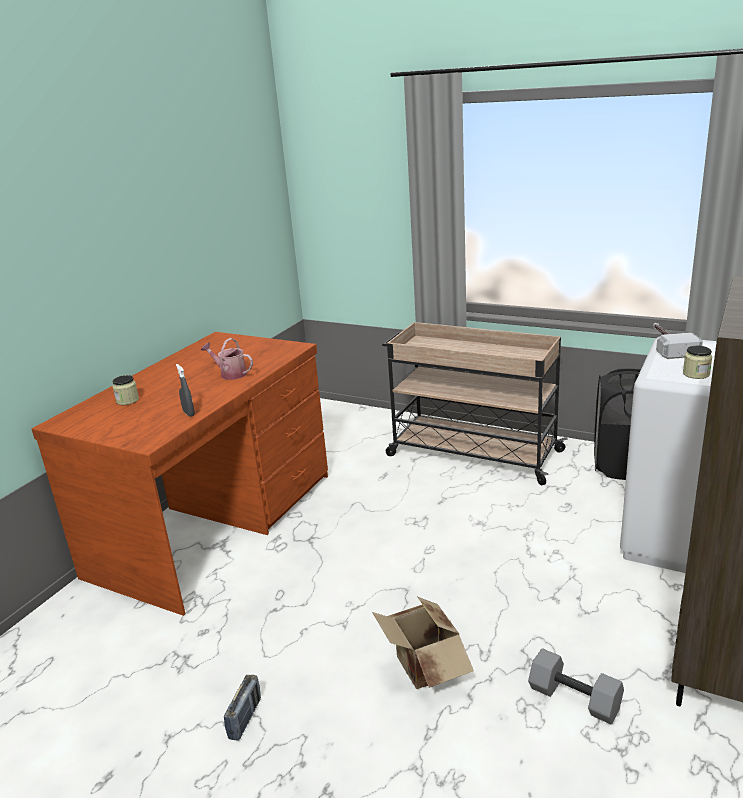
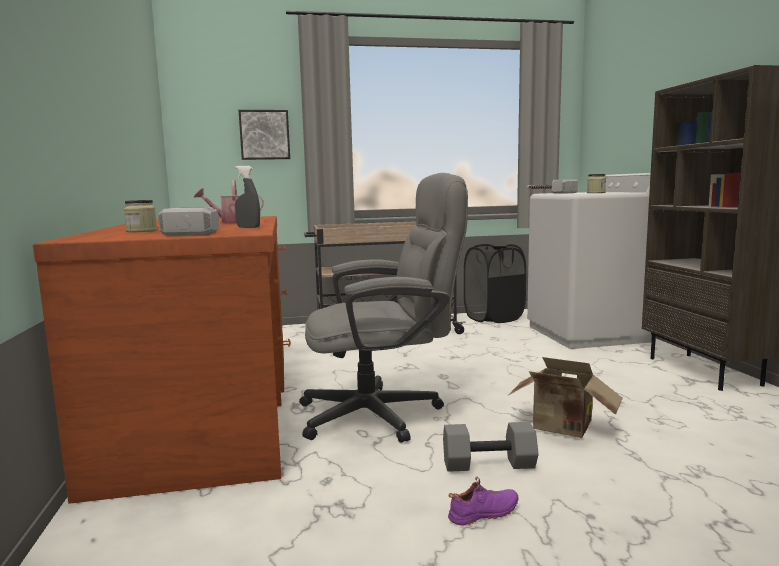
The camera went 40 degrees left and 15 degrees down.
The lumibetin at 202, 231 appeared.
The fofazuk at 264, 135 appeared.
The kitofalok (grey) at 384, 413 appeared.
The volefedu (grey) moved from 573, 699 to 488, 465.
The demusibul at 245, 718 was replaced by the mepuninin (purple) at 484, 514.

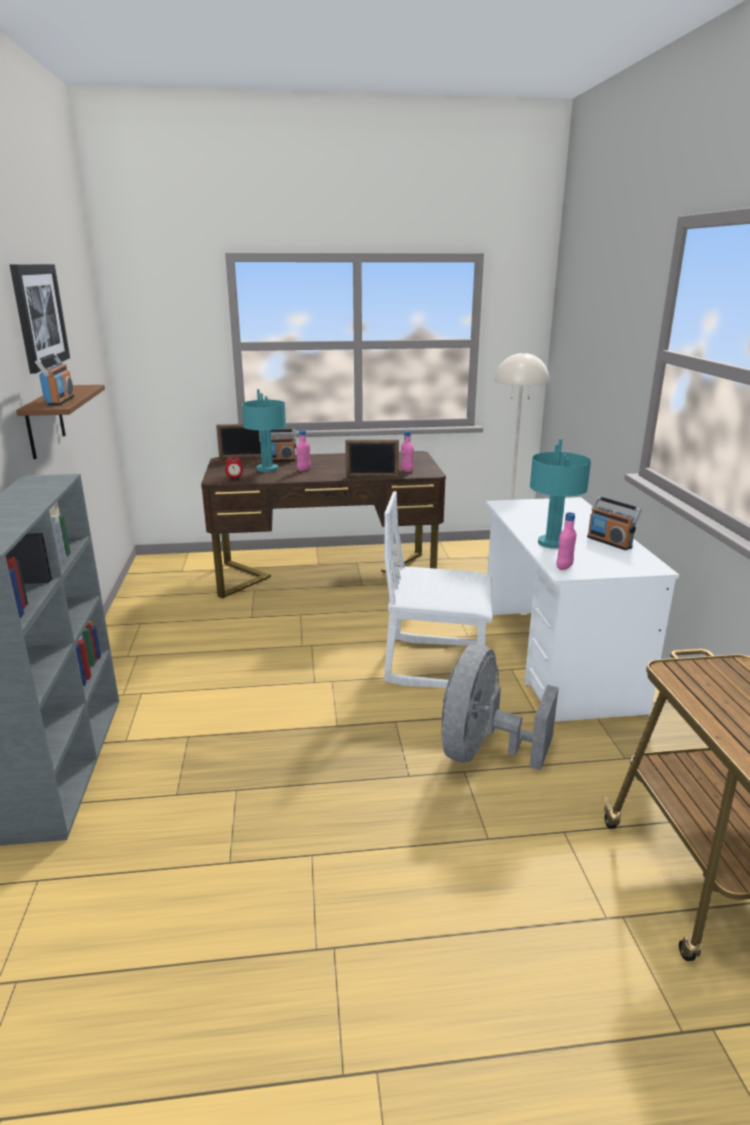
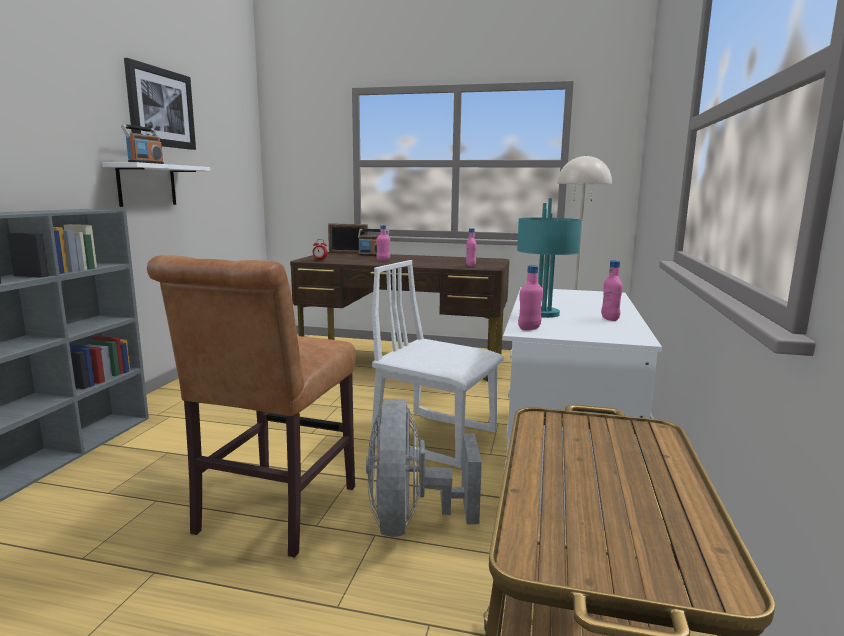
The camera went 20 degrees right and 10 degrees down.
The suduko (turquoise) at 267, 469 disappeared.
The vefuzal at 372, 477 disappeared.
The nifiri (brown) at 272, 514 appeared.
The demusibul at 609, 542 was replaced by the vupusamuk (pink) at 610, 319.
The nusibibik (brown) at 45, 421 became the nusibibik (white) at 147, 185.
The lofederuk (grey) at 483, 752 turned 45 degrees counterclockwise.

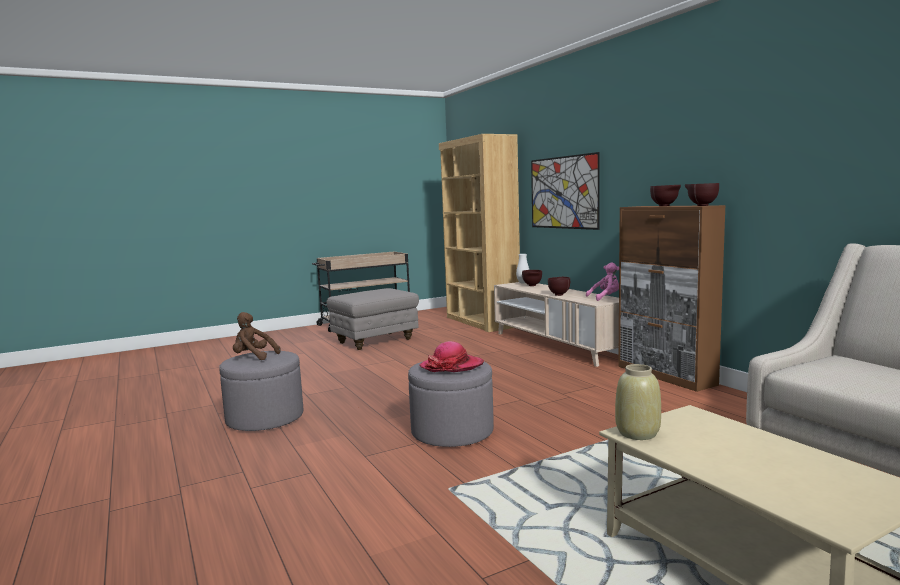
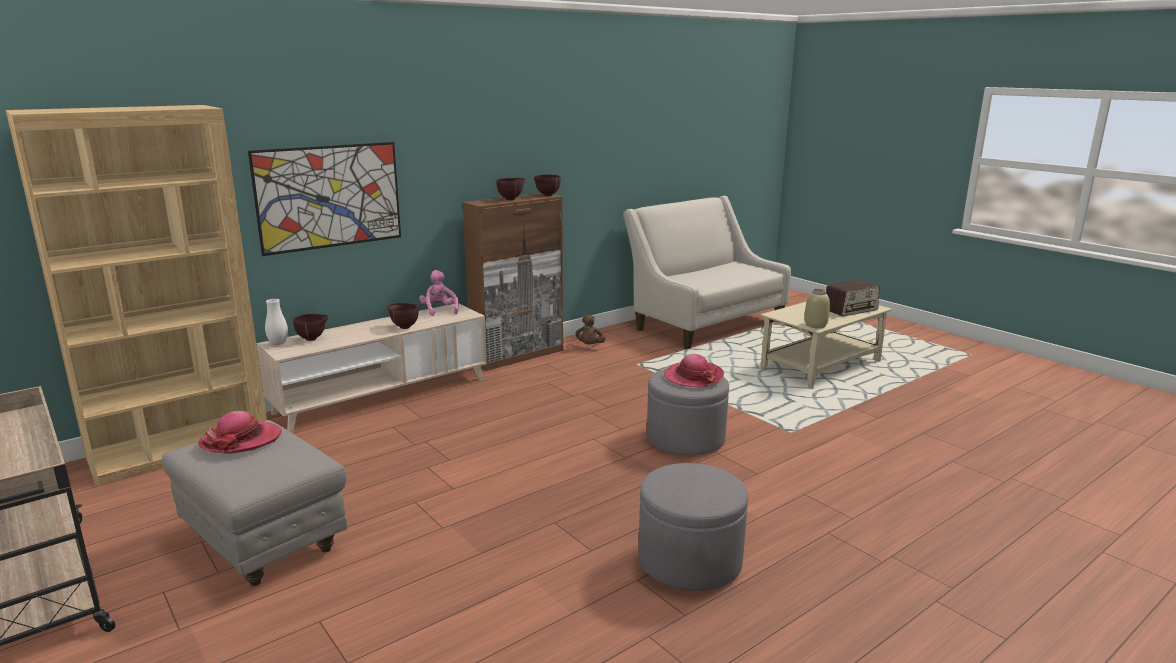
The camera went 100 degrees left and 10 degrees up.
The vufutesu at 241, 440 appeared.
The demusibul at 850, 309 appeared.
The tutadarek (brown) moved from 253, 357 to 590, 346.

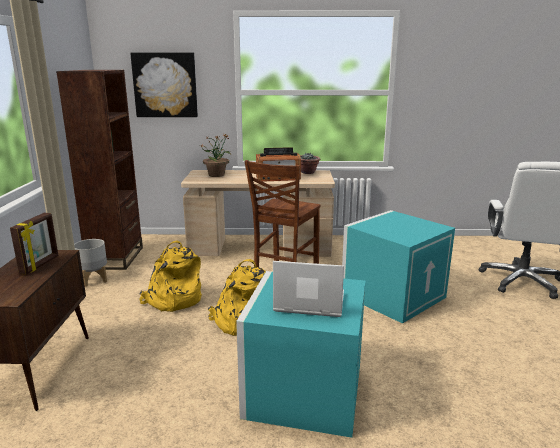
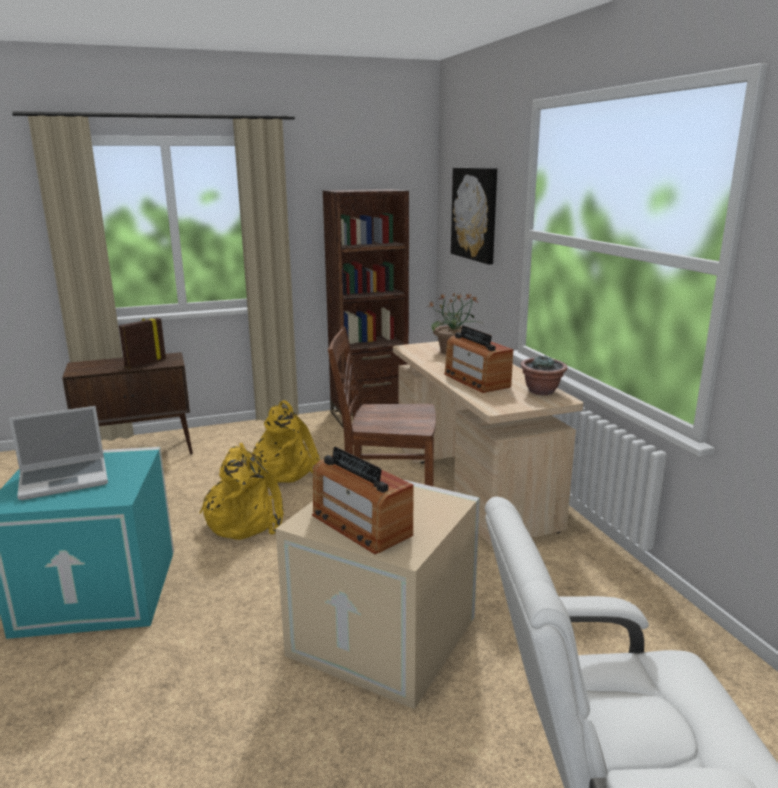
The camera went 70 degrees right and 0 degrees up.
The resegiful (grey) at 93, 280 disappeared.
The demusibul at 360, 525 appeared.
The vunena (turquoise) at 392, 295 became the vunena (beige) at 386, 635.
The vefuzal at 40, 265 turned 135 degrees clockwise.
The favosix at 308, 303 turned 75 degrees clockwise.

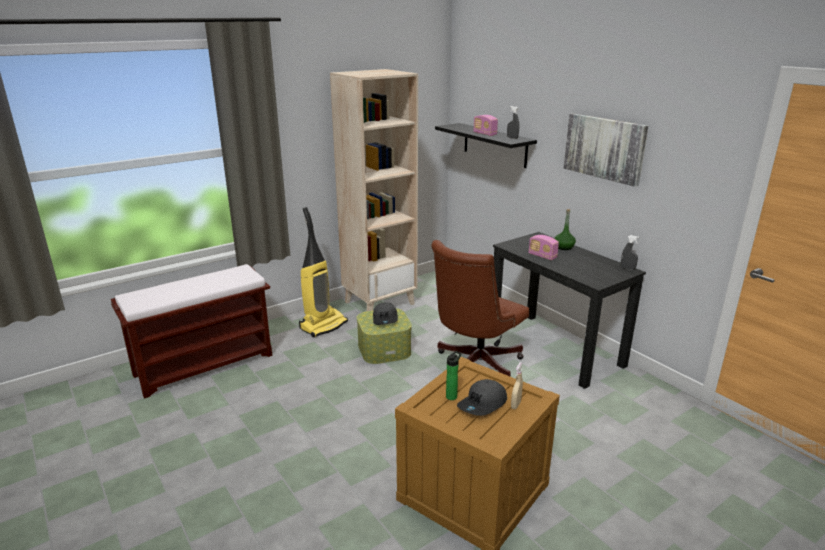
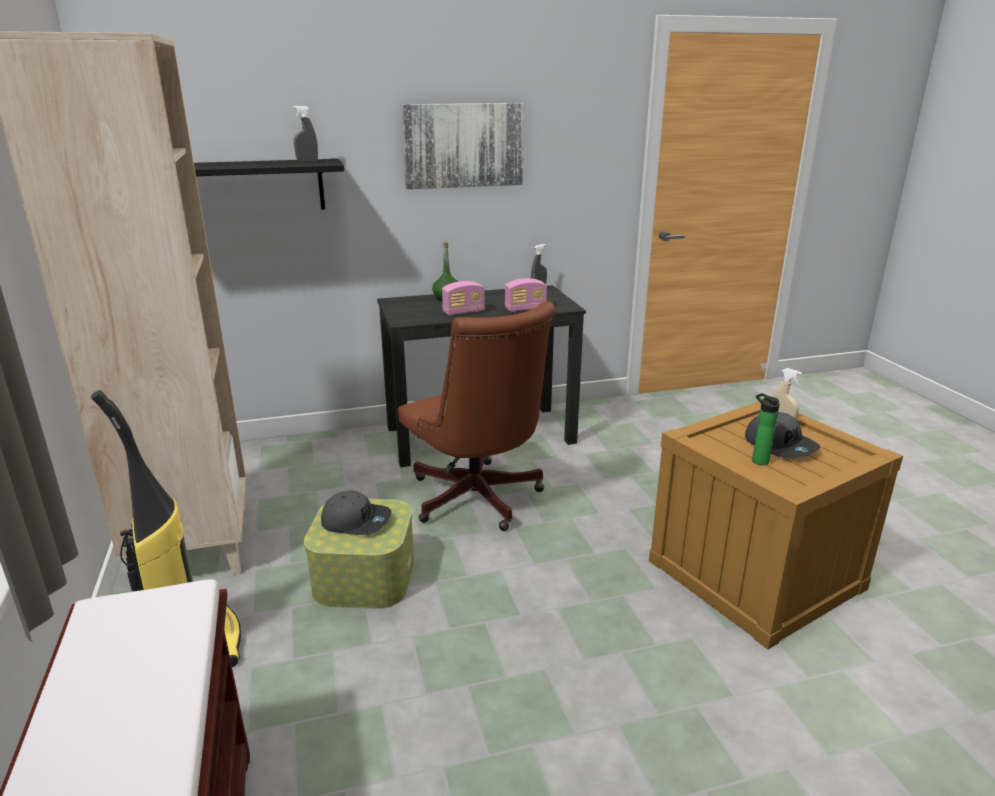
The camera went 70 degrees left and 0 degrees up.
The demusibul moved from 484, 134 to 525, 309.

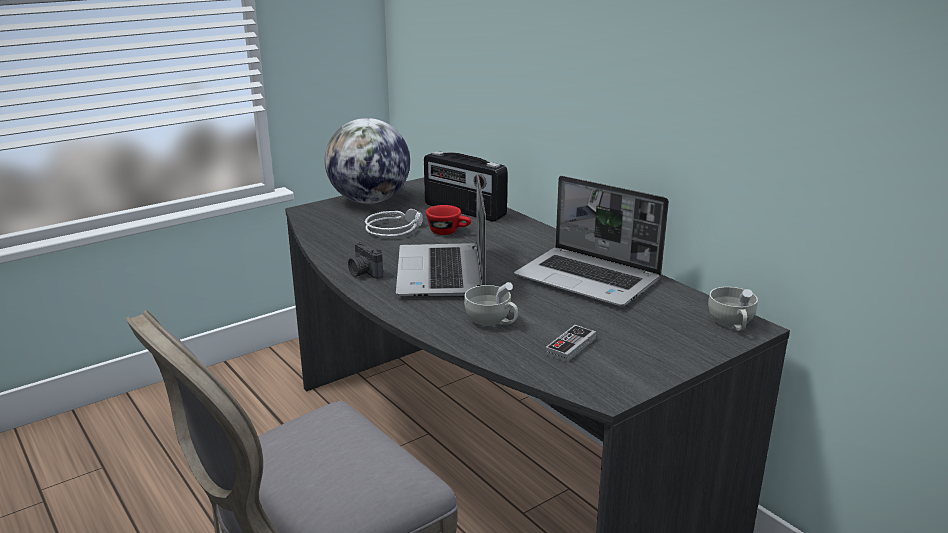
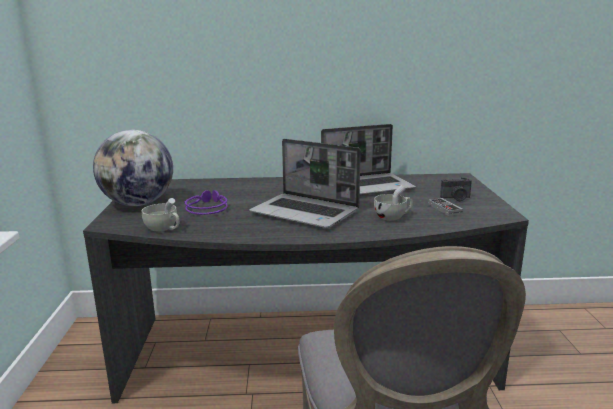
The camera went 55 degrees left and 5 degrees down.
The demusibul at 464, 211 disappeared.
The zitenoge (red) at 449, 232 disappeared.
The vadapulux moved from 364, 273 to 456, 198.
The zitenoge (white) moved from 731, 324 to 164, 229.
The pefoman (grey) at 394, 228 became the pefoman (purple) at 206, 208.

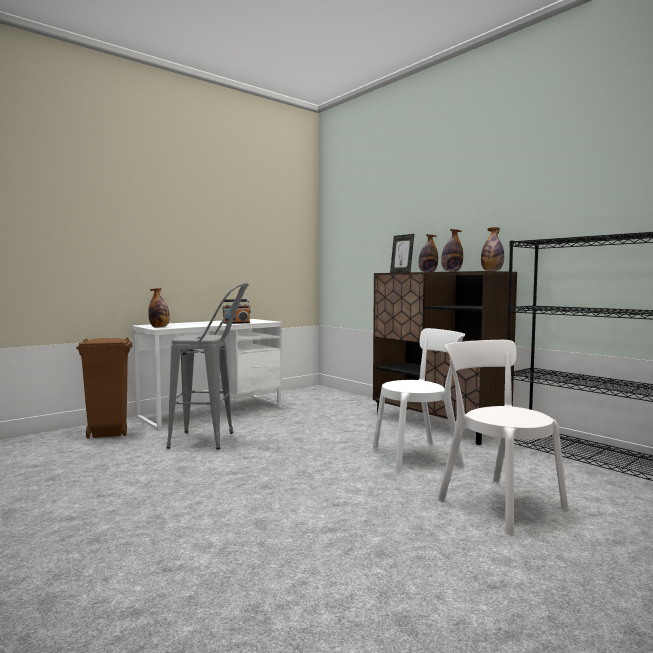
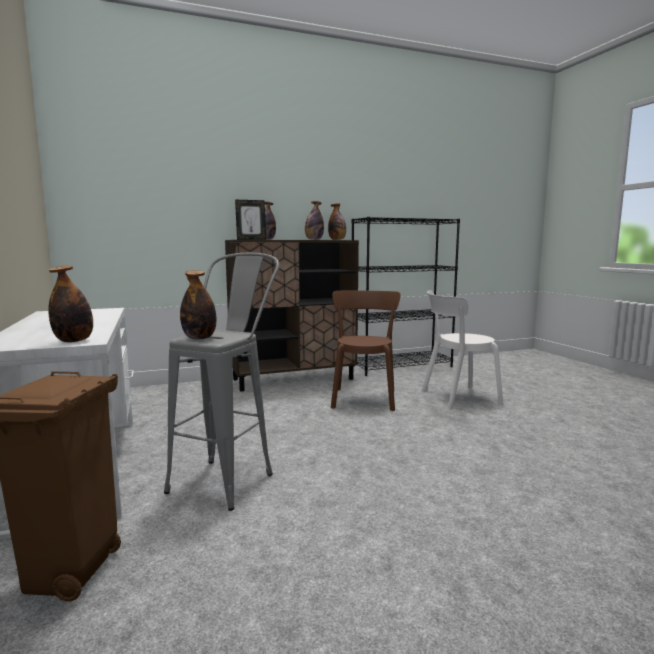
The camera went 70 degrees left and 5 degrees up.
The demusibul at 236, 323 disappeared.
The vupusamuk at 199, 338 appeared.
The nifiri (white) at 420, 456 became the nifiri (brown) at 364, 398.

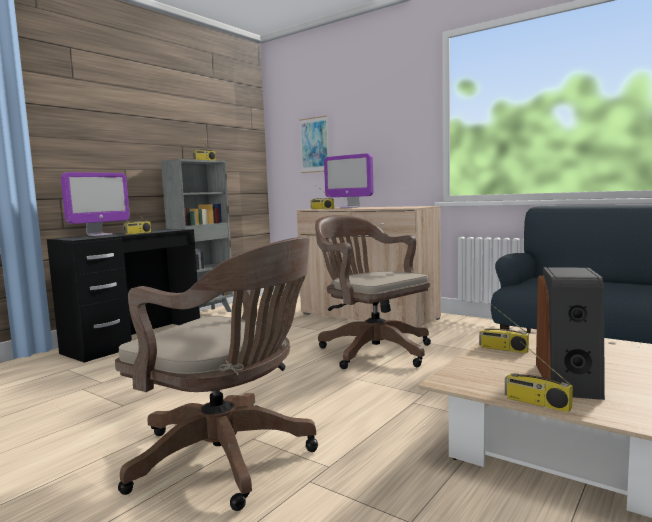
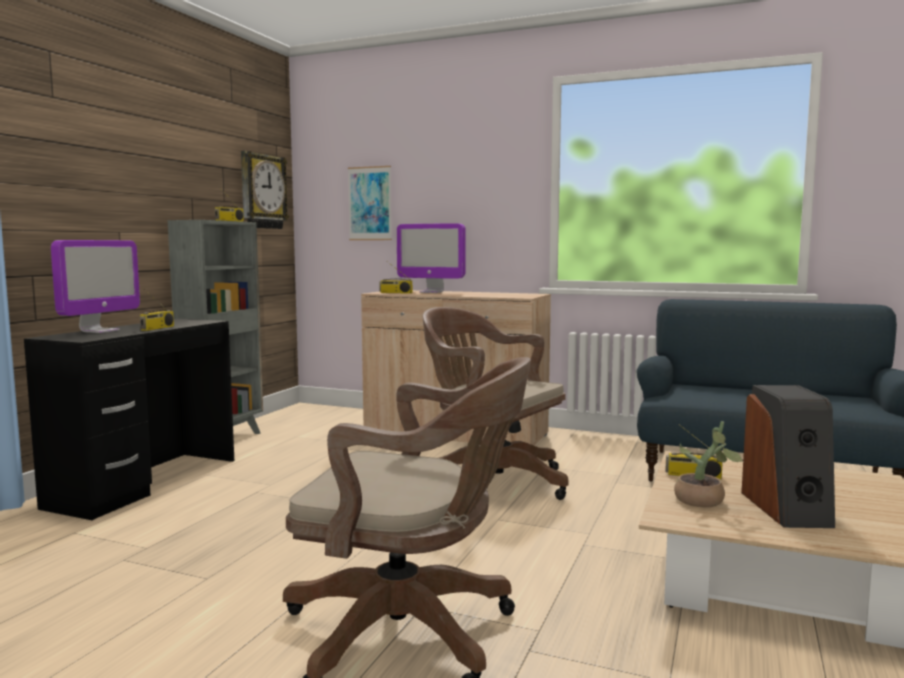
The camera went 15 degrees left and 0 degrees up.
The demusibul at 536, 403 disappeared.
The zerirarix at 262, 191 appeared.
The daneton at 704, 502 appeared.

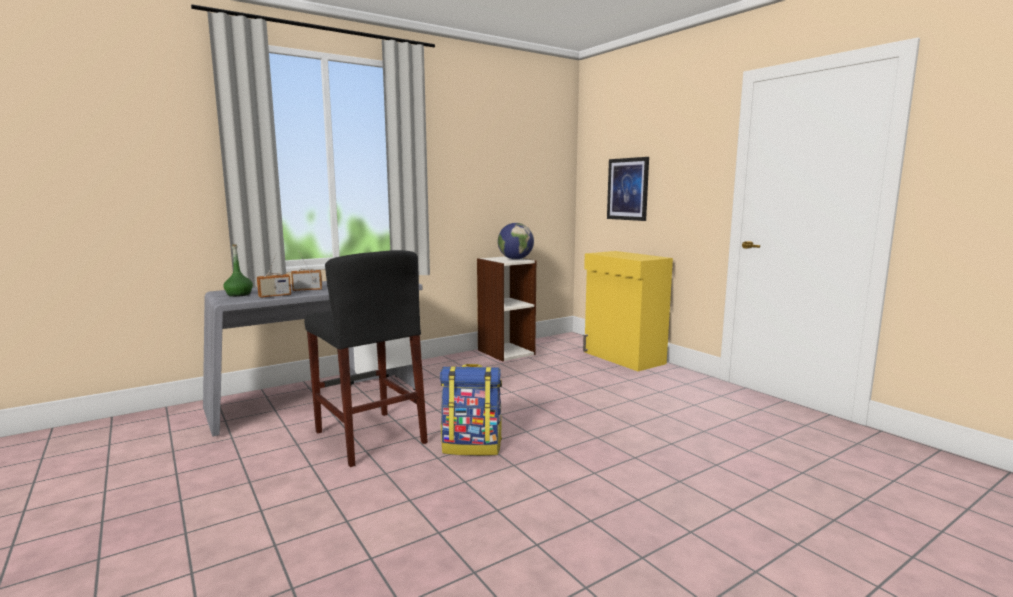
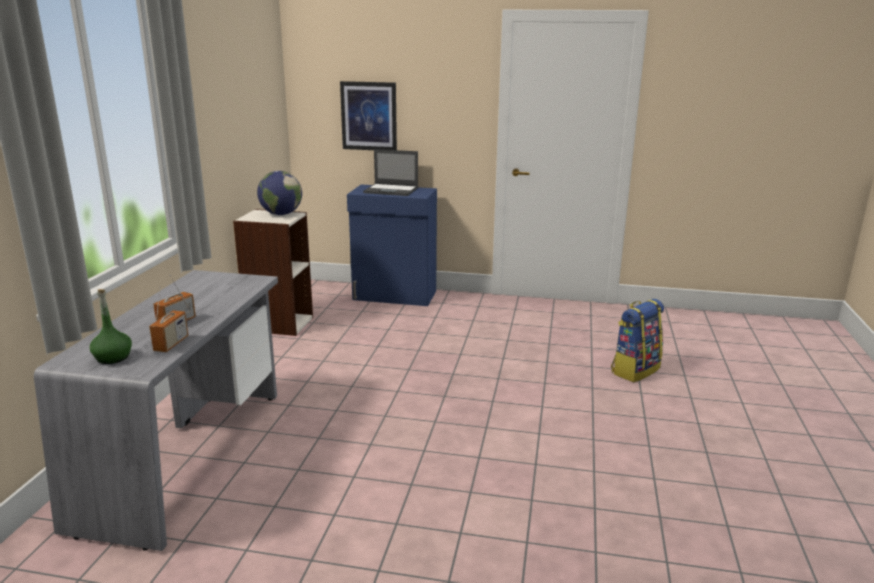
The camera went 45 degrees left and 10 degrees up.
The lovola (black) at 370, 437 disappeared.
The favosix at 392, 190 appeared.
The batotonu moved from 472, 447 to 635, 370.
The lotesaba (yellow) at 623, 358 became the lotesaba (blue) at 395, 296.

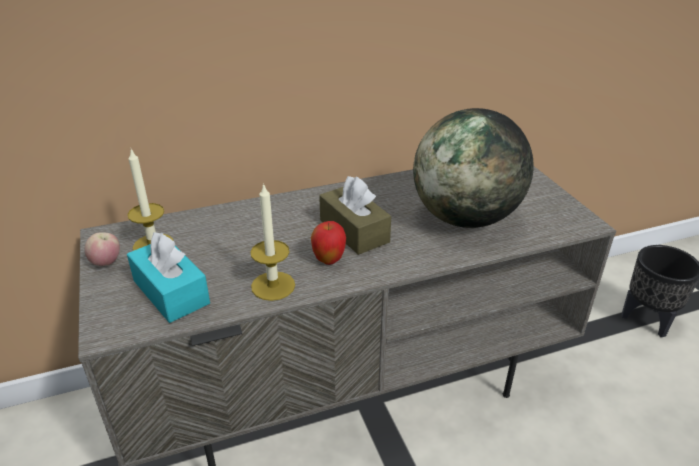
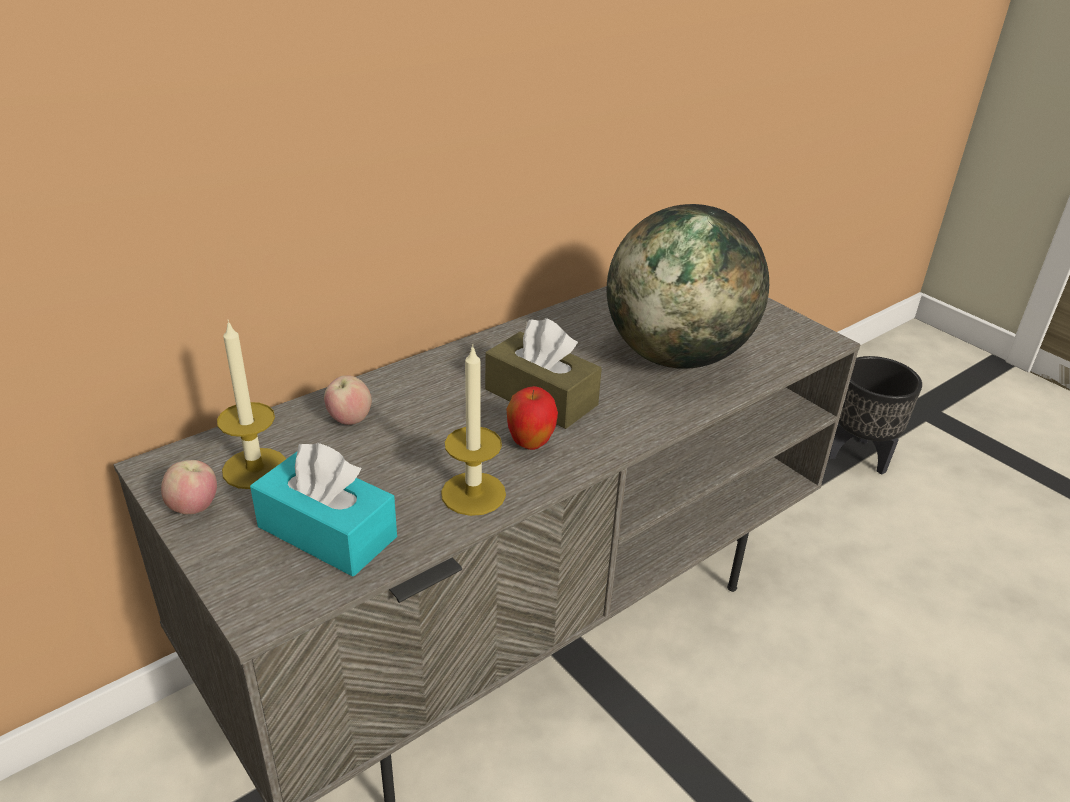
The camera went 20 degrees left and 0 degrees up.
The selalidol at 349, 419 appeared.

